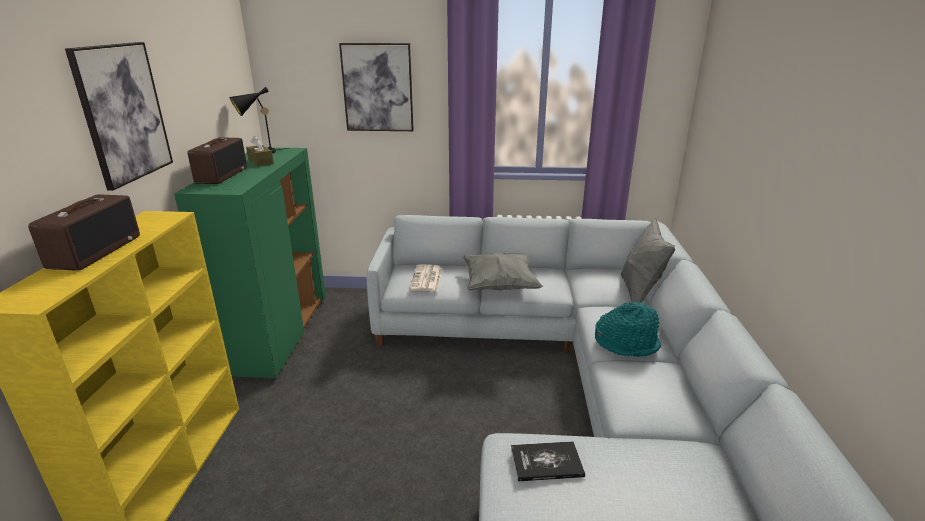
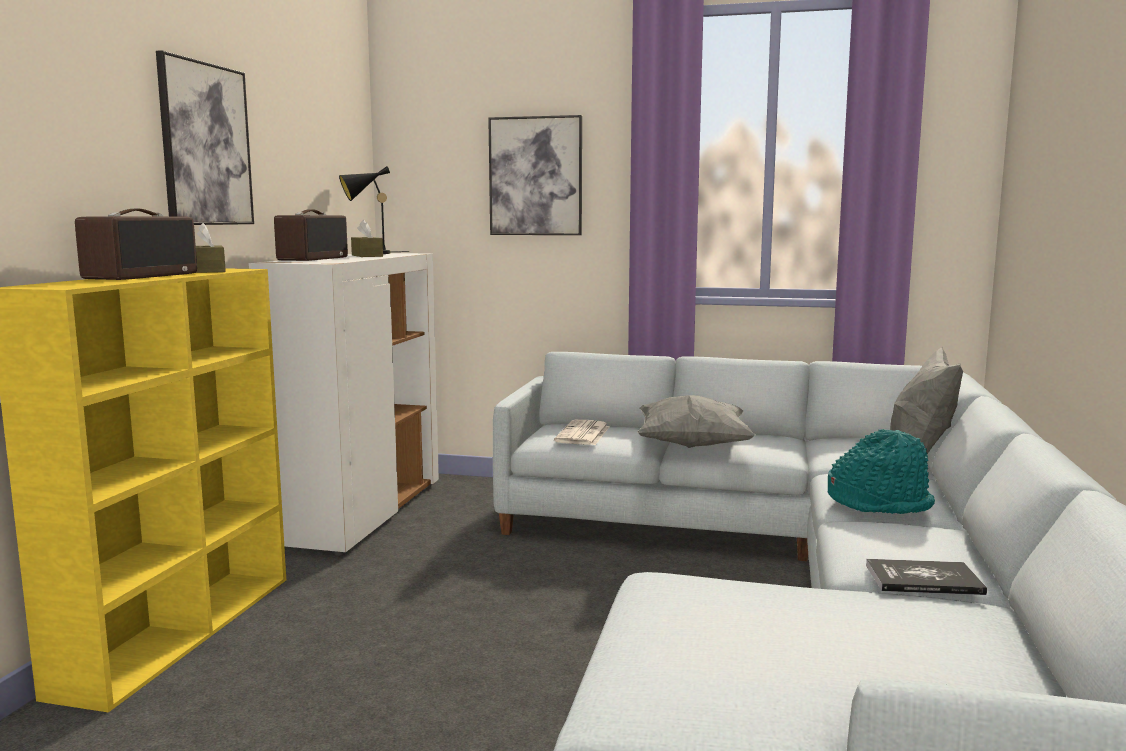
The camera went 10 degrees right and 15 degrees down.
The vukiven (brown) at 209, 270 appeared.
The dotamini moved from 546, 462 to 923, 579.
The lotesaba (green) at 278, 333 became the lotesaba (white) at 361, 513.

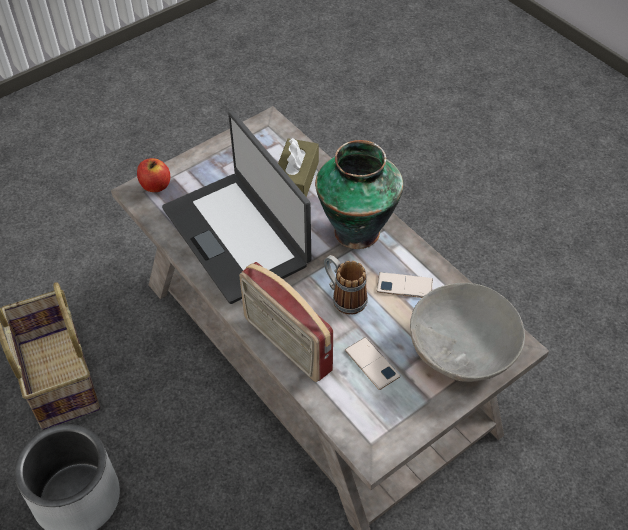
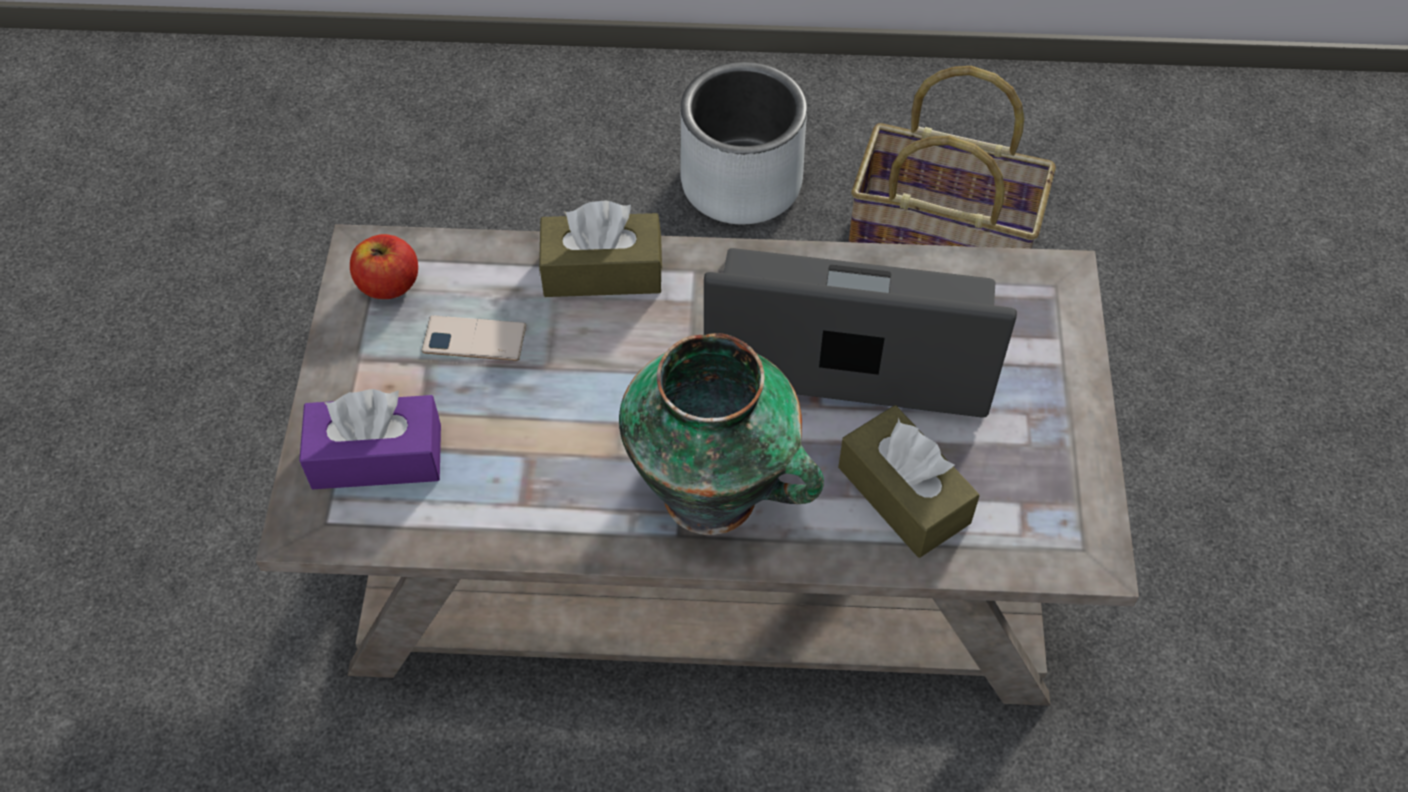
The camera went 130 degrees right and 5 degrees up.
The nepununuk at 344, 297 disappeared.
The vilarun at 404, 286 disappeared.
The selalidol moved from 155, 185 to 389, 284.
The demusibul at 286, 345 was replaced by the vukiven (brown) at 602, 271.
The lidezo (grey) at 463, 349 was replaced by the vukiven (purple) at 377, 457.

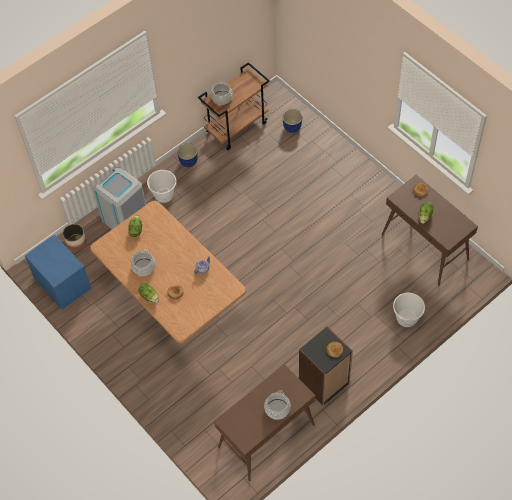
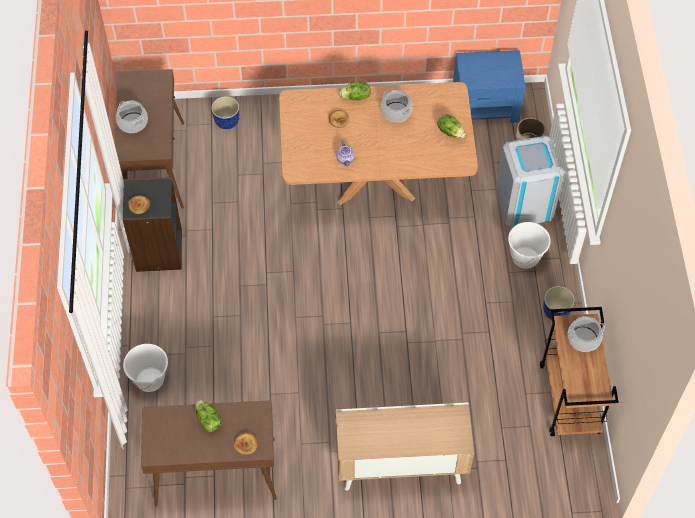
The camera went 125 degrees right and 0 degrees up.
The lotesaba at 400, 466 appeared.
The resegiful moved from 292, 127 to 227, 122.

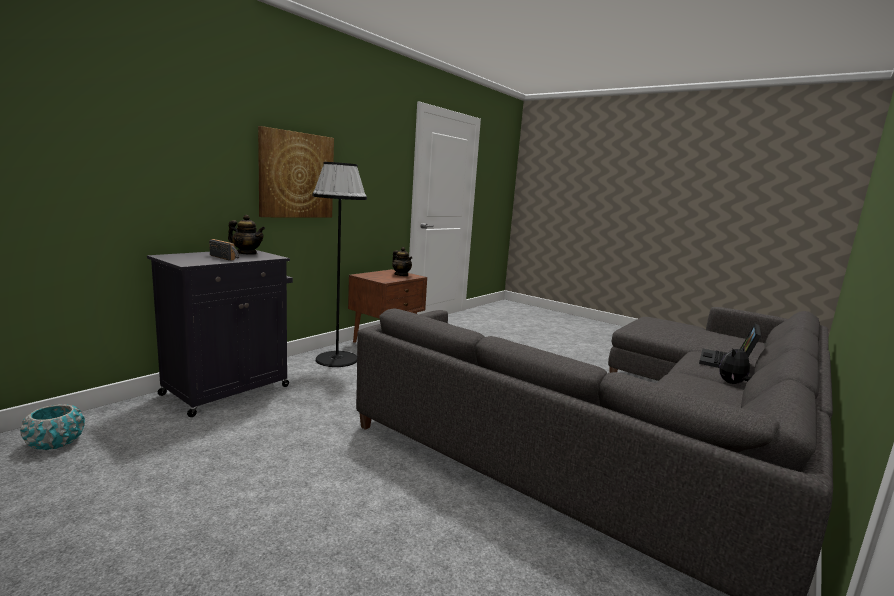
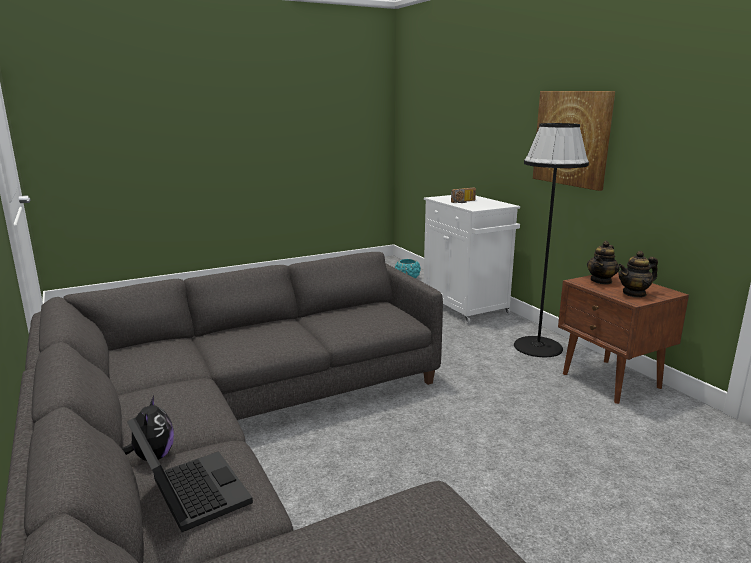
The camera went 115 degrees right and 5 degrees up.
The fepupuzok moved from 247, 253 to 601, 281.
The lotesaba (black) at 229, 390 became the lotesaba (white) at 465, 307.

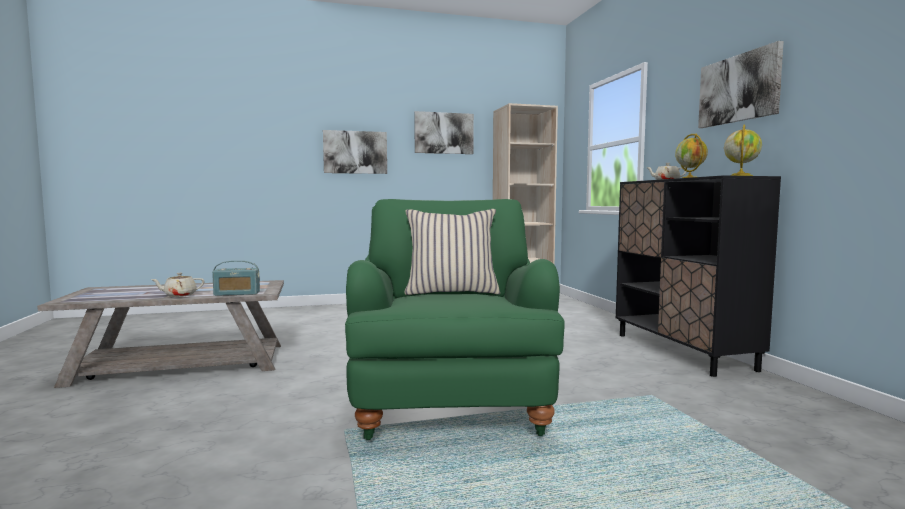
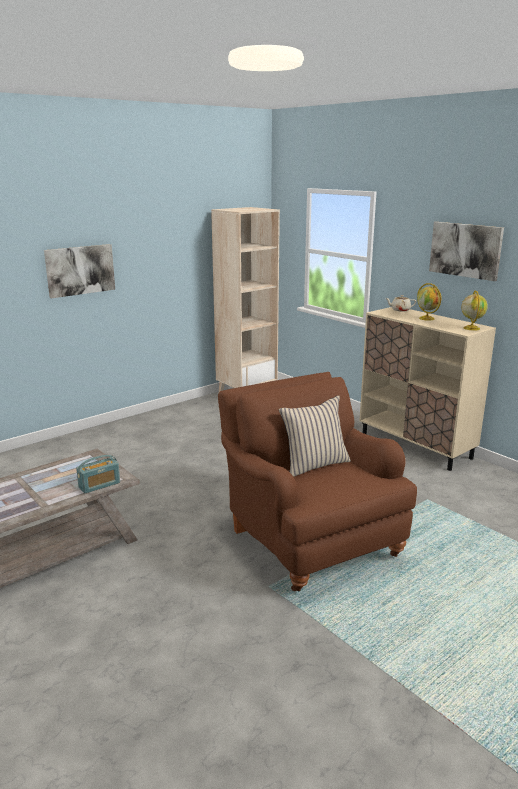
The camera went 25 degrees left and 15 degrees up.
The fepupuzok (beige) at 179, 295 disappeared.
The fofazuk at 444, 133 disappeared.
The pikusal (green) at 450, 401 became the pikusal (brown) at 310, 538.
The lotesaba (black) at 682, 351 became the lotesaba (beige) at 415, 446.

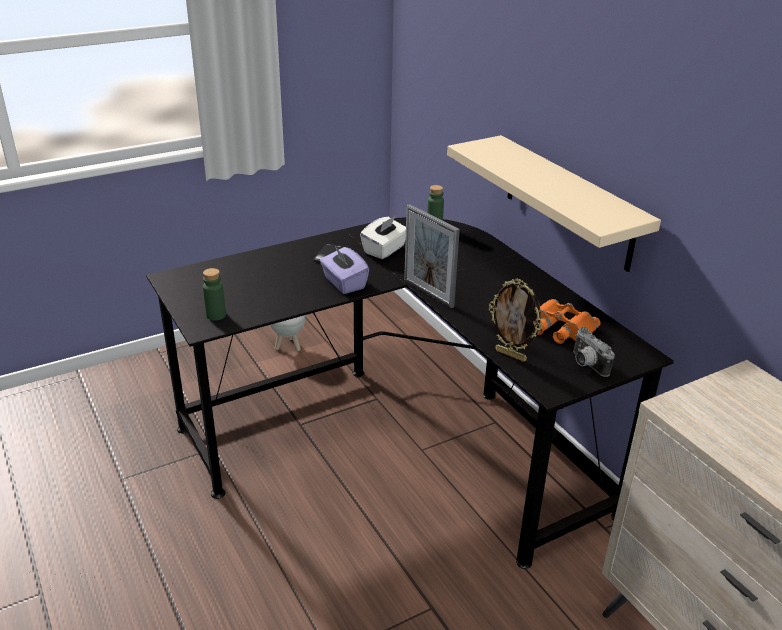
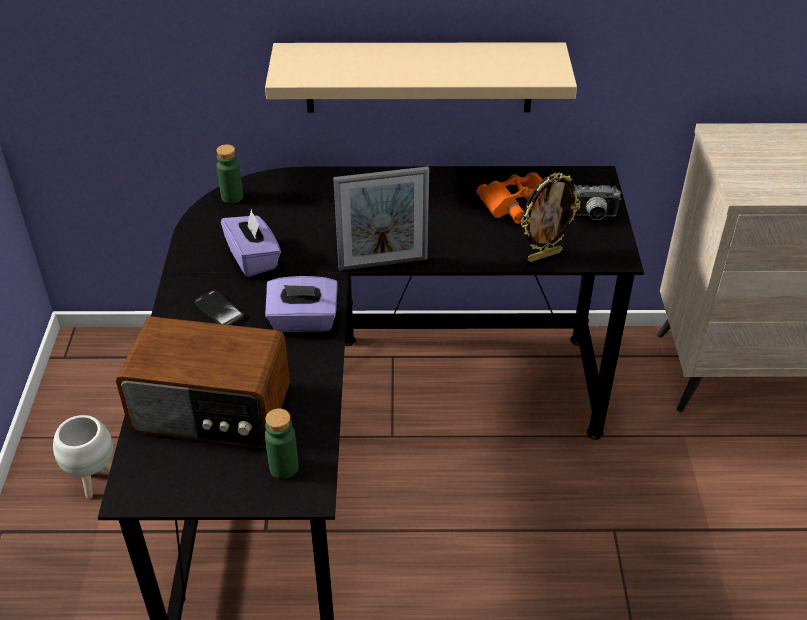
The camera went 60 degrees left and 10 degrees up.
The demusibul at 212, 411 appeared.
The vukiven (white) at 385, 250 became the vukiven (purple) at 253, 258.

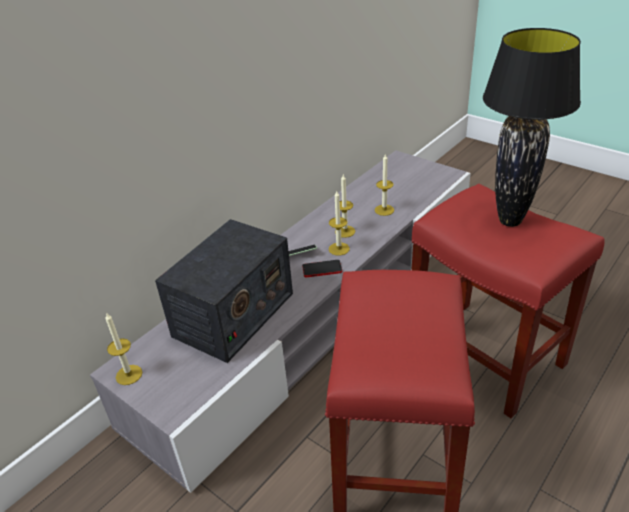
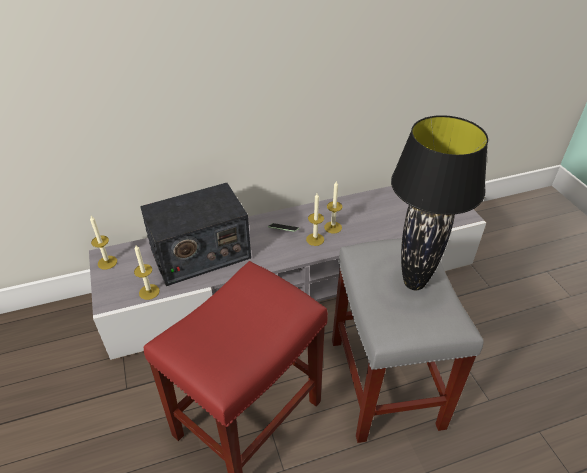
The camera went 30 degrees right and 5 degrees up.
The vilarun at 322, 269 disappeared.
The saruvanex moved from 384, 210 to 149, 292.
The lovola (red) at 487, 356 became the lovola (grey) at 386, 384.

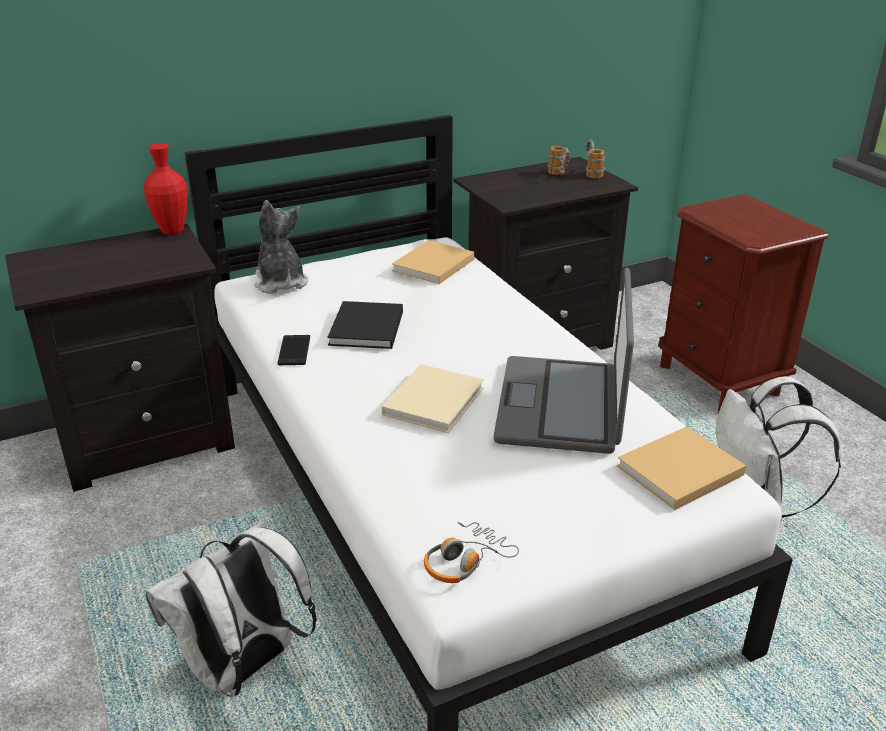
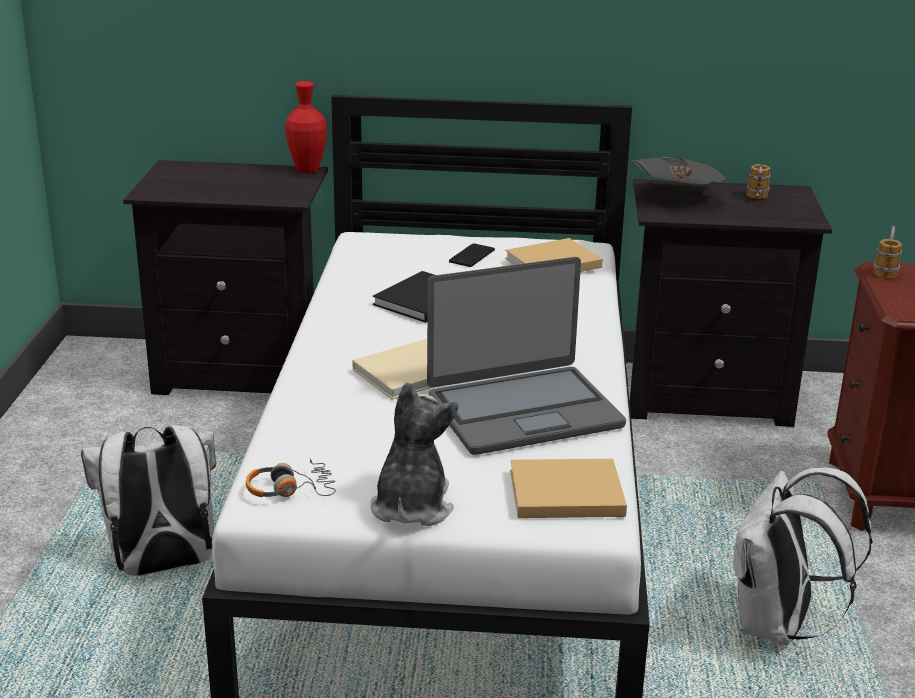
The camera went 30 degrees right and 5 degrees down.
The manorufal at 678, 196 appeared.
The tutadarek moved from 280, 283 to 411, 506.
The vilarun moved from 294, 351 to 472, 256.
The nepununuk moved from 591, 172 to 886, 269.
The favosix at 561, 406 turned 150 degrees counterclockwise.

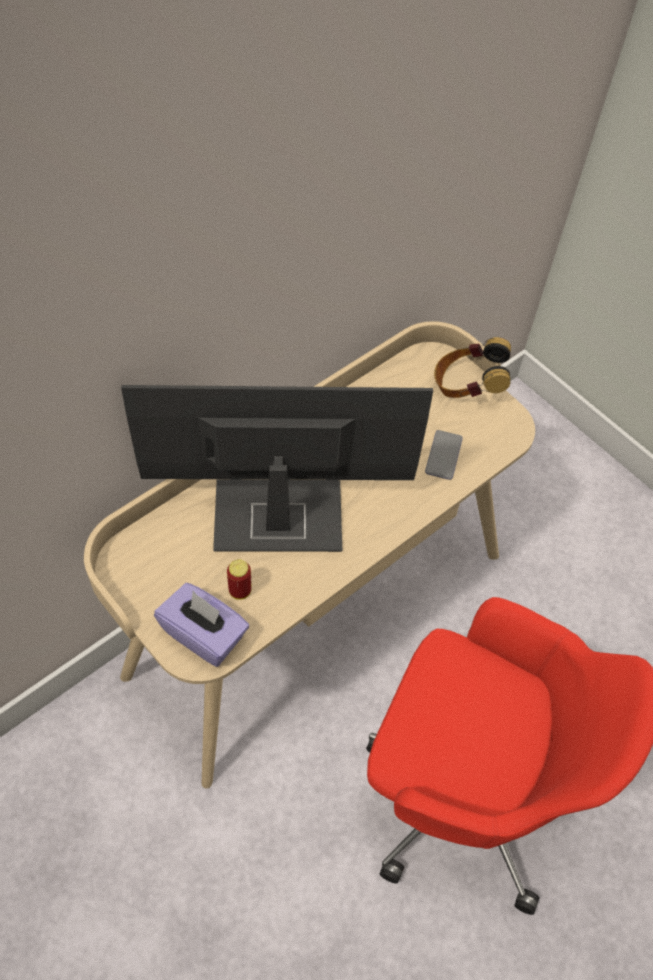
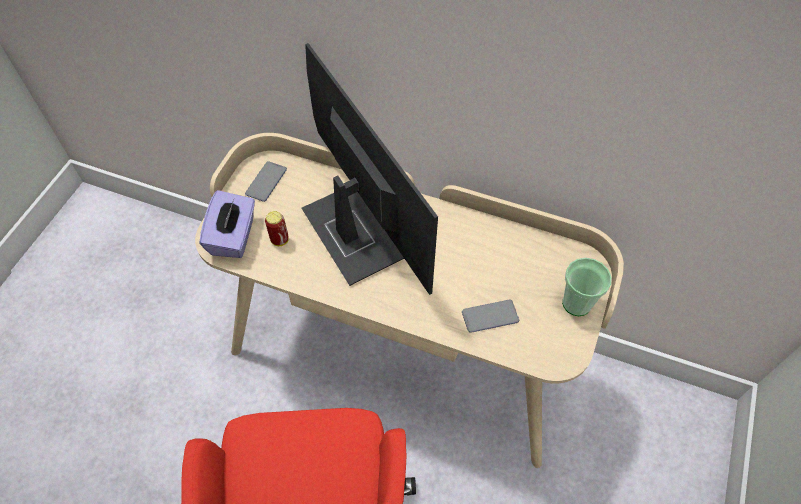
The camera went 65 degrees right and 0 degrees up.
The vilarun at 266, 182 appeared.
The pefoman at 467, 387 was replaced by the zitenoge at 576, 303.

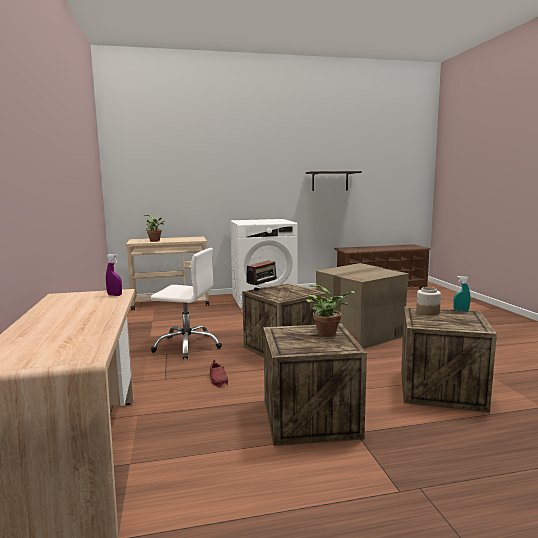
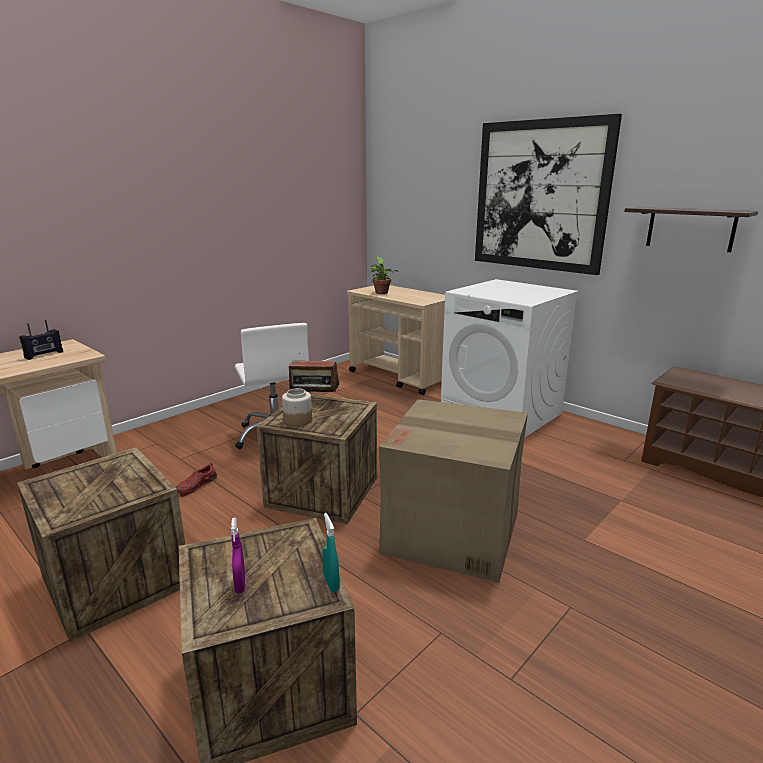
The camera went 55 degrees right and 10 degrees up.
The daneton at 329, 334 disappeared.
The demusibul at 44, 355 appeared.
The fofazuk at 540, 196 appeared.
The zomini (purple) moved from 114, 295 to 240, 585.
The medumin moved from 427, 312 to 297, 420.

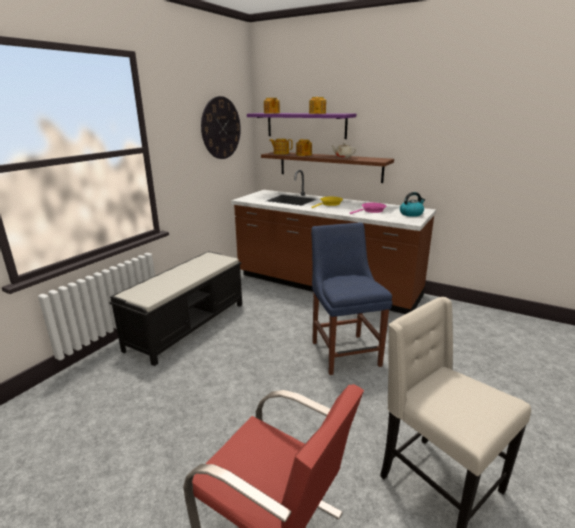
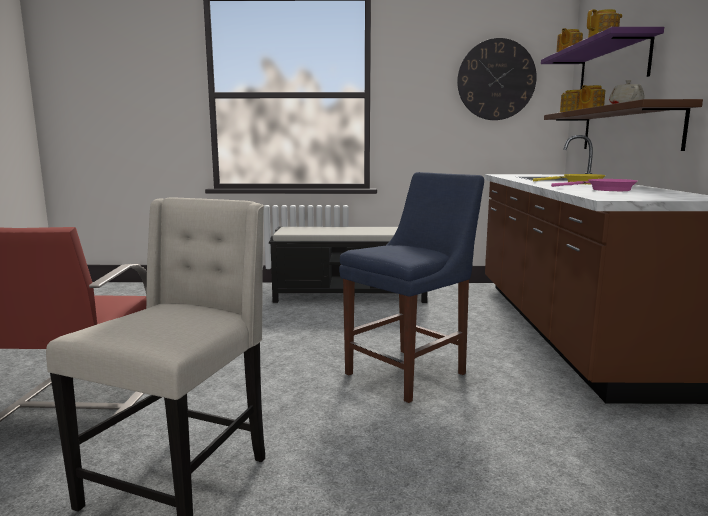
The camera went 60 degrees right and 10 degrees down.
The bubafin at 411, 214 disappeared.

